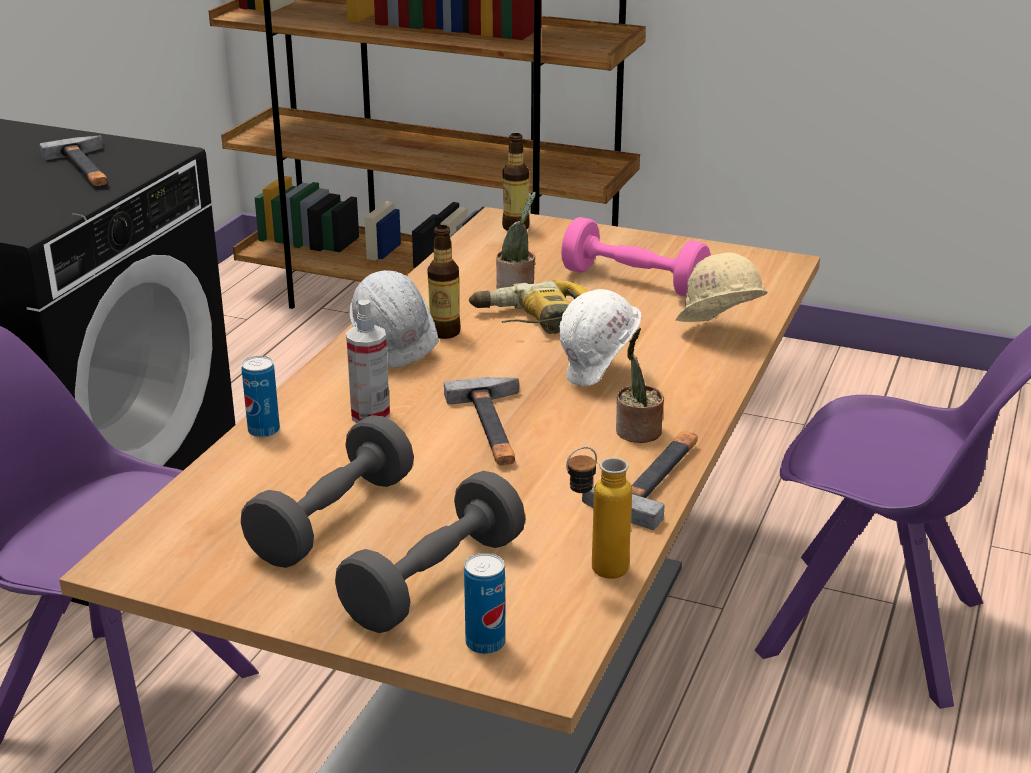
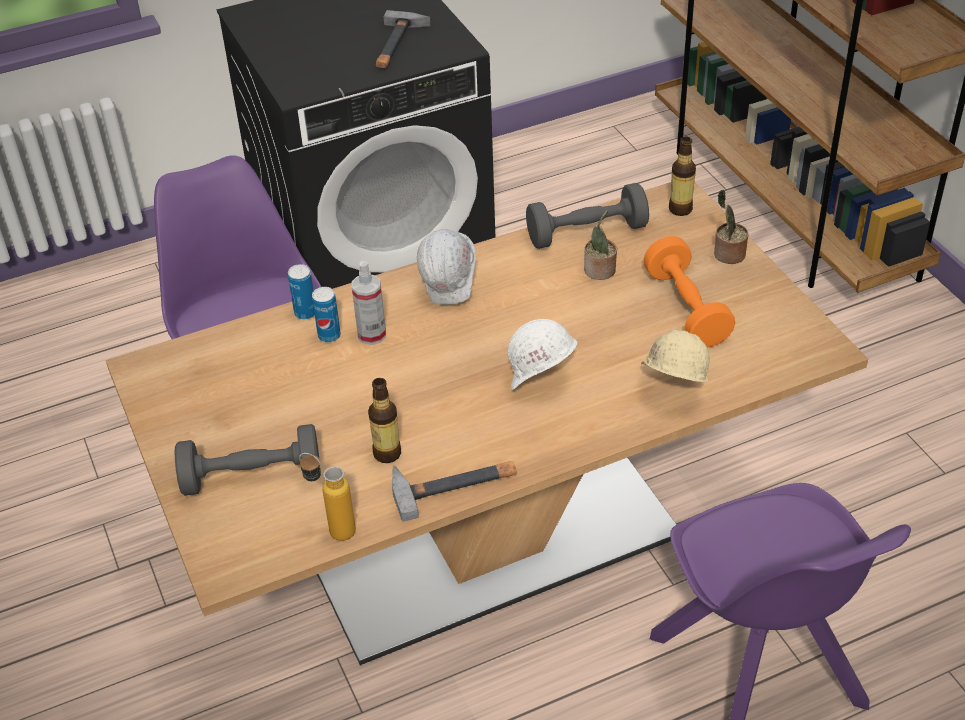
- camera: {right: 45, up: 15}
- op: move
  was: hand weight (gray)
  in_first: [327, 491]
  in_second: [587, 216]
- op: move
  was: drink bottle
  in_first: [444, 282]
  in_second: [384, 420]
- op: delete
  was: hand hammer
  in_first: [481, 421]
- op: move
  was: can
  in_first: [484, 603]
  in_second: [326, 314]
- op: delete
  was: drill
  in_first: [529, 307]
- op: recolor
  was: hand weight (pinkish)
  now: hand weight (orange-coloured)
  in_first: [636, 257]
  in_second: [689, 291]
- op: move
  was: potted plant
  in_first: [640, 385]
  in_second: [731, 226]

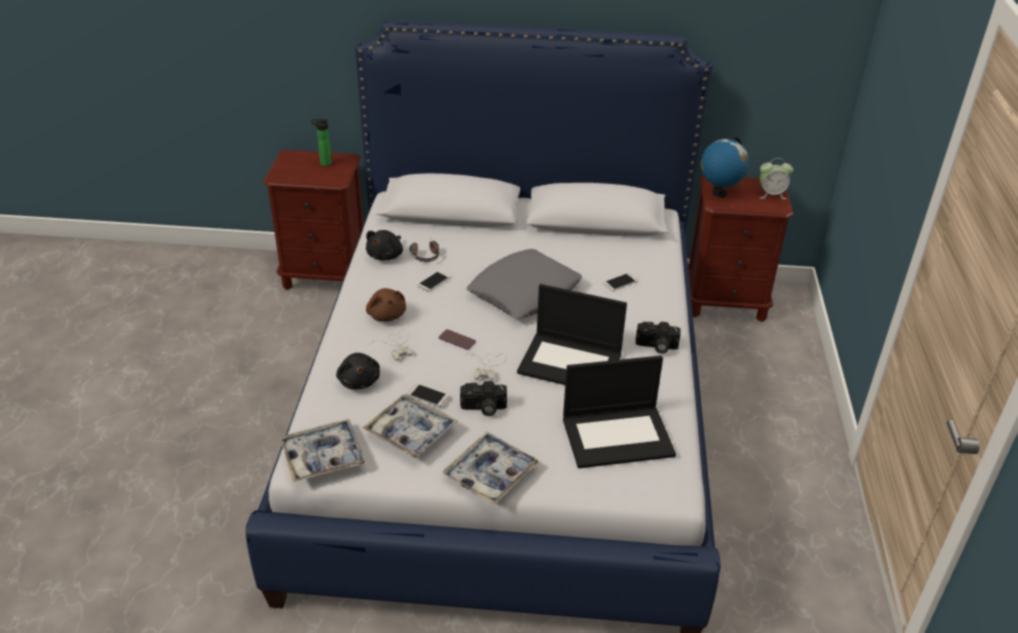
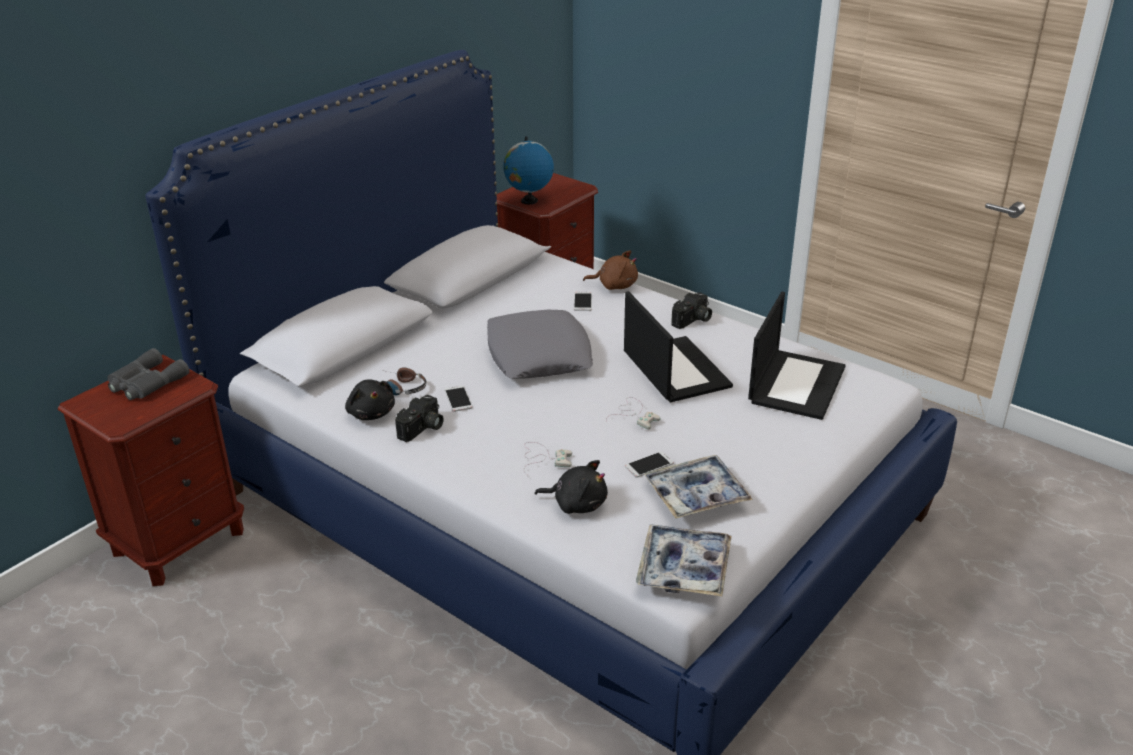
- camera: {right: -55, up: -5}
- op: replace
  was: drink bottle
  now: binoculars (gray)
  in_first: [321, 142]
  in_second: [148, 374]
- op: move
  was: plush toy (brown)
  in_first: [386, 305]
  in_second: [610, 270]
- op: delete
  was: handset
  in_first: [457, 339]
- op: delete
  was: serving tray
  in_first: [491, 468]
- op: move
  was: still camera
  in_first: [483, 398]
  in_second: [419, 418]
- op: rotate
  was: notebook computer
  in_first: [572, 334]
  in_second: [678, 346]
  clockwise: -75
- op: delete
  was: table clock
  in_first: [776, 178]

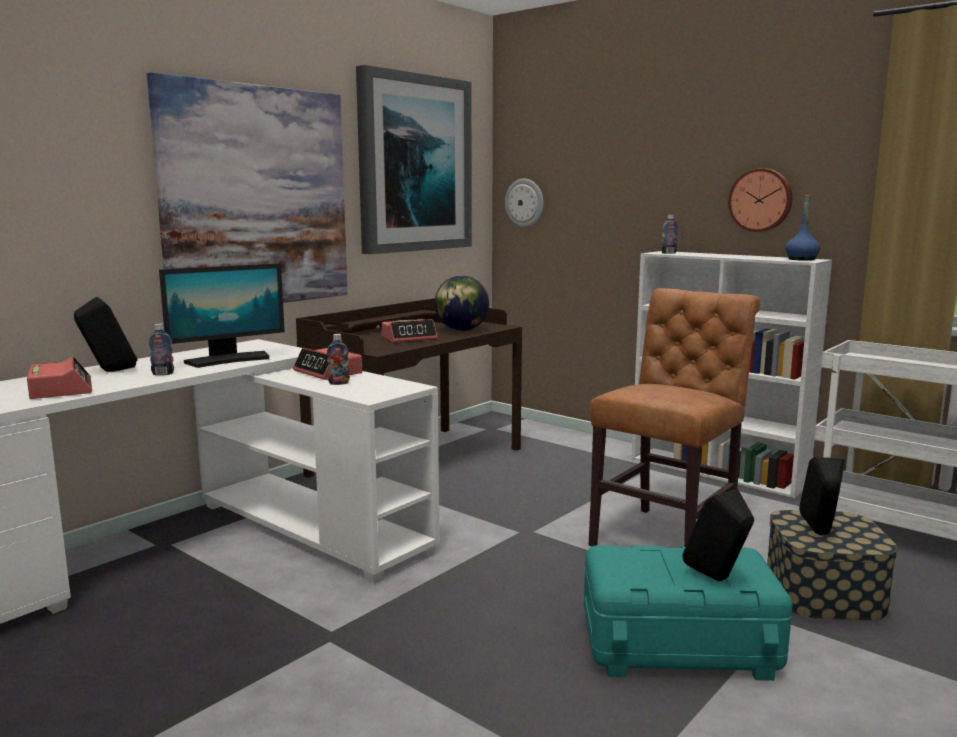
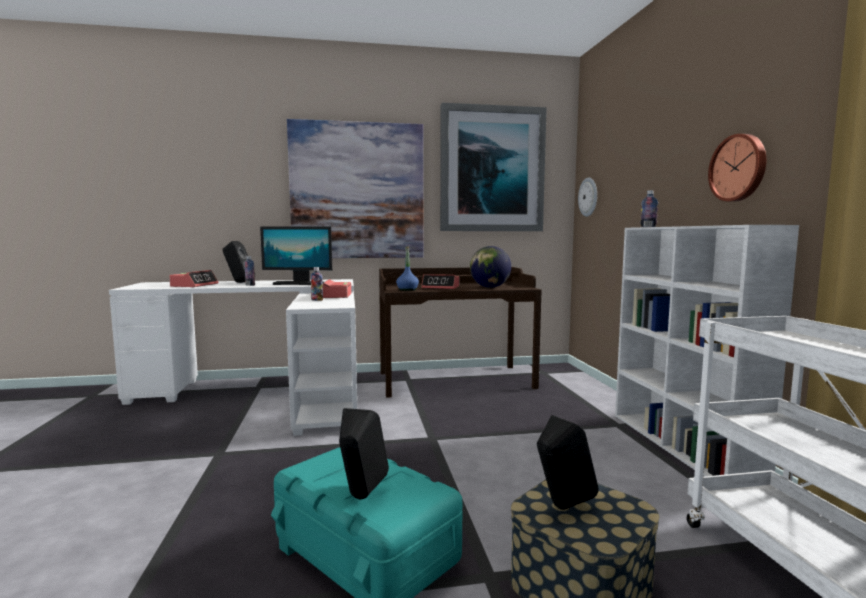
- camera: {right: 40, up: -5}
- op: delete
  was: plain chair (brown)
  in_first: [674, 417]
- op: move
  was: drink bottle (bluish)
  in_first: [803, 228]
  in_second: [407, 269]

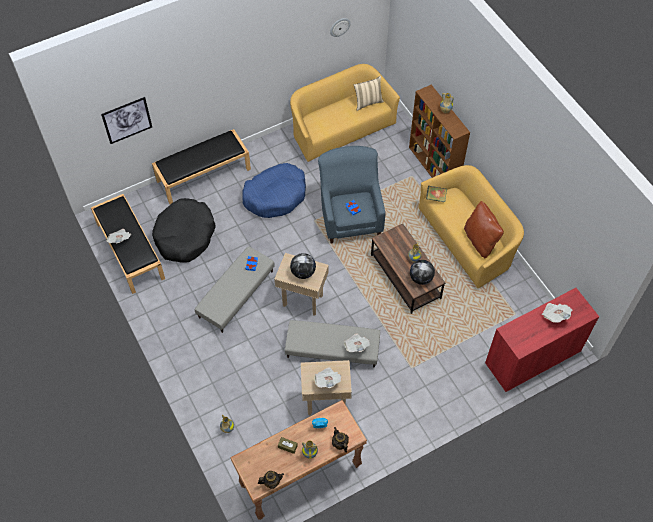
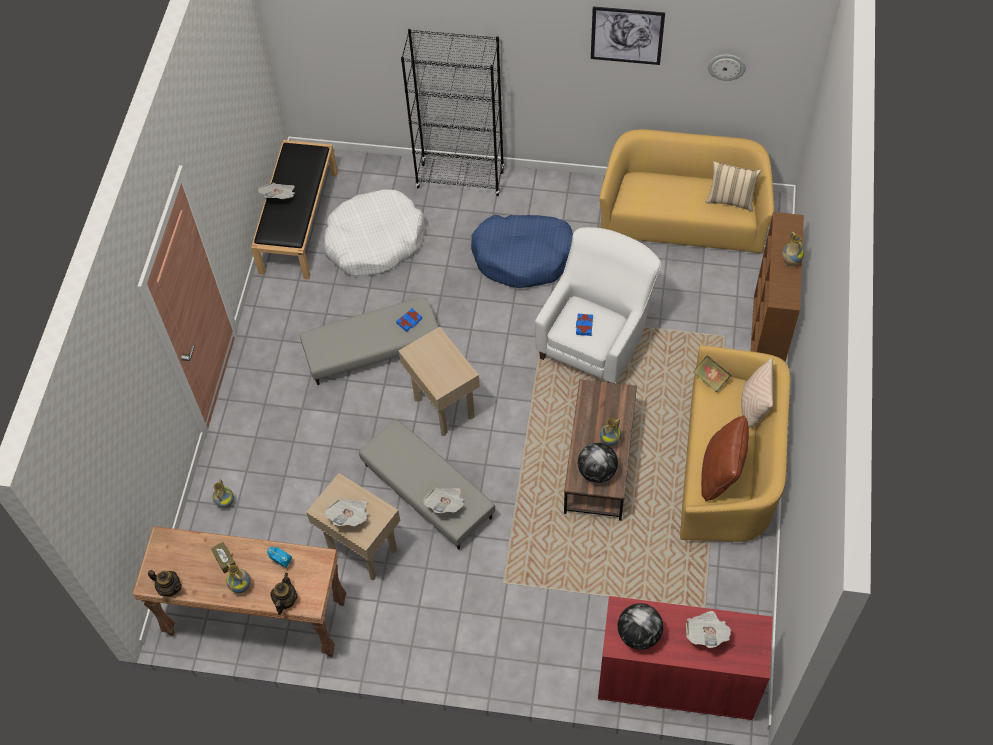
- camera: {right: 40, up: 0}
- op: move
  was: wall art
  in_first: [126, 120]
  in_second: [628, 35]
- op: replace
  was: long seat (black)
  now: bookshelf (black)
  in_first: [201, 166]
  in_second: [452, 112]
- op: recolor
  was: dog cushion (black)
  now: dog cushion (white)
  in_first: [183, 230]
  in_second: [375, 232]
- op: move
  was: desk globe
  in_first: [303, 266]
  in_second: [640, 626]
- op: recolor
  was: easy chair (bluish)
  now: easy chair (white)
  in_first: [352, 194]
  in_second: [598, 305]
- op: insert
  now: throw pillow (beige-coloured)
  in_second: [757, 392]

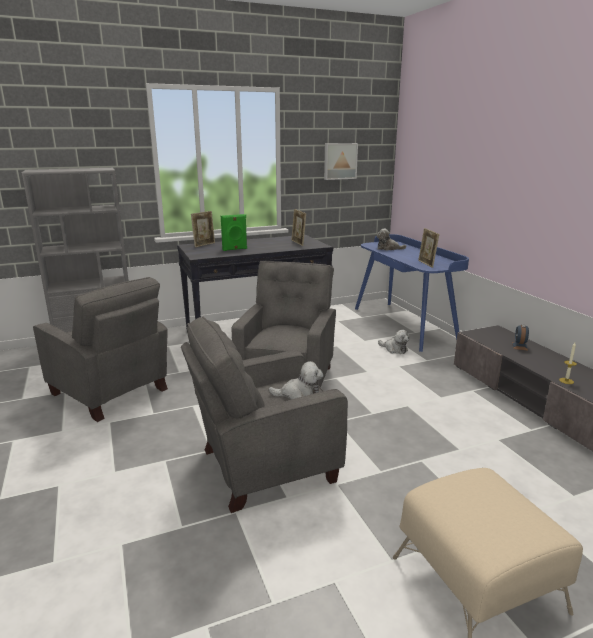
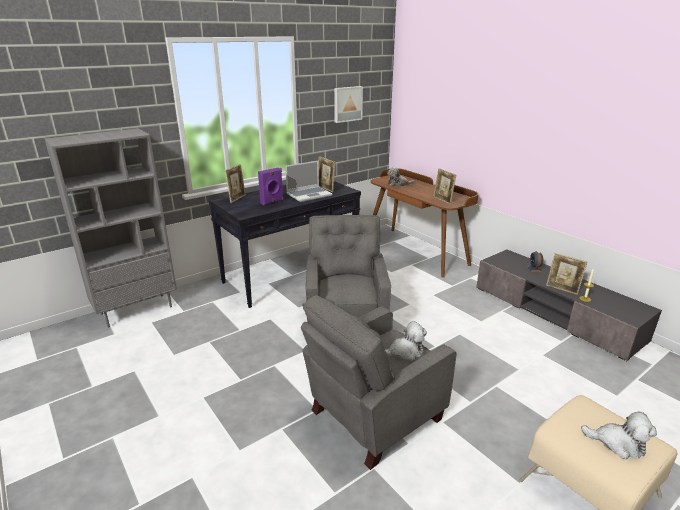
- camera: {right: -15, up: 5}
- op: delete
  was: easy chair (gray)
  in_first: [100, 349]
- op: recolor
  was: loudspeaker (green)
  now: loudspeaker (purple-coloured)
  in_first: [234, 232]
  in_second: [270, 186]
- op: recolor
  was: desk (bluish)
  now: desk (brown)
  in_first: [412, 293]
  in_second: [424, 223]
- op: move
  was: plush toy
  in_first: [394, 342]
  in_second: [619, 435]
- op: insert
  now: notebook computer
  in_second: [308, 181]
- op: insert
  now: standing frame
  in_second: [566, 274]

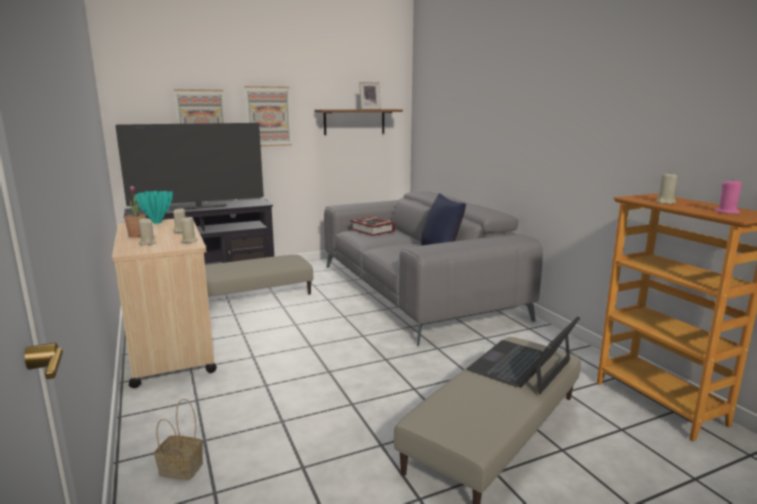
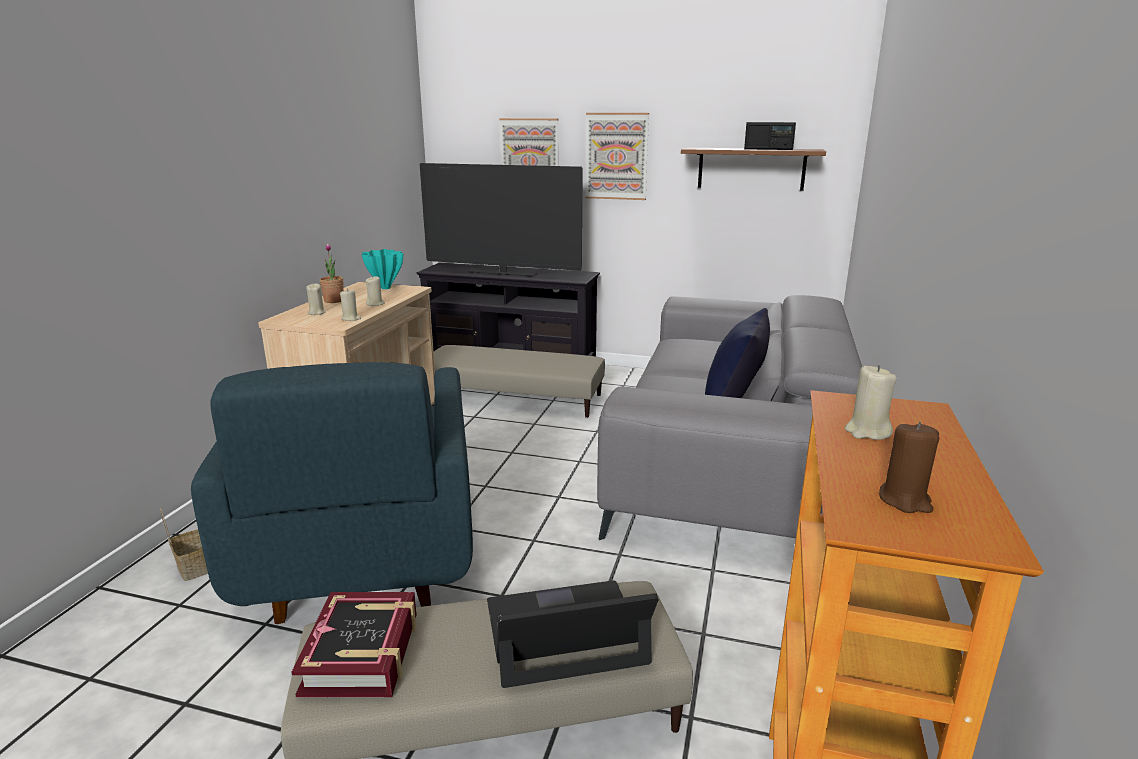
- camera: {right: 40, up: 5}
- op: move
  was: bound book
  in_first: [372, 226]
  in_second: [354, 644]
- op: replace
  was: standing frame
  now: radio set
  in_first: [370, 95]
  in_second: [770, 136]
- op: recolor
  was: wax light (pinkish)
  now: wax light (brown)
  in_first: [728, 196]
  in_second: [909, 467]
- op: insert
  now: easy chair (bluish)
  in_second: [332, 493]

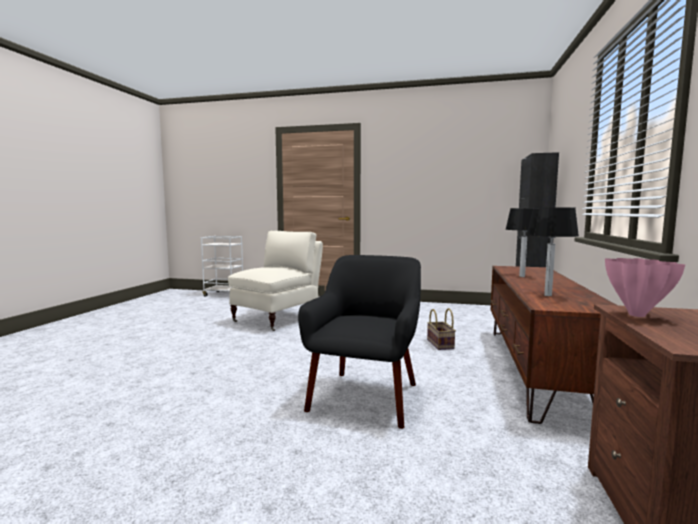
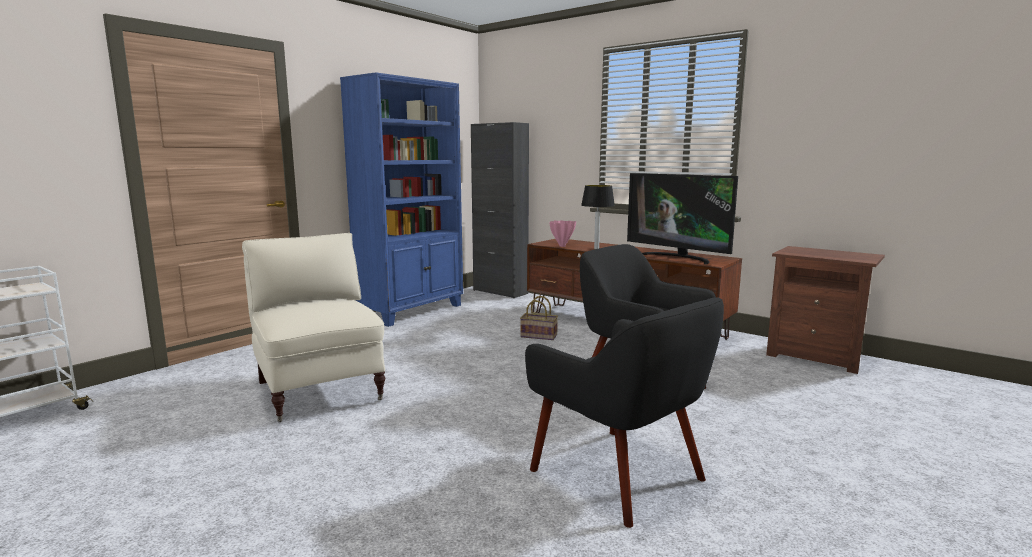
- camera: {right: -65, up: 5}
- op: replace
  was: table lamp
  now: TV
  in_first: [553, 252]
  in_second: [682, 218]
- op: move
  was: flower vase (pinkish)
  in_first: [645, 287]
  in_second: [562, 234]
- op: insert
  now: bookshelf (bluish)
  in_second: [401, 199]
- op: insert
  now: easy chair (black)
  in_second: [624, 412]

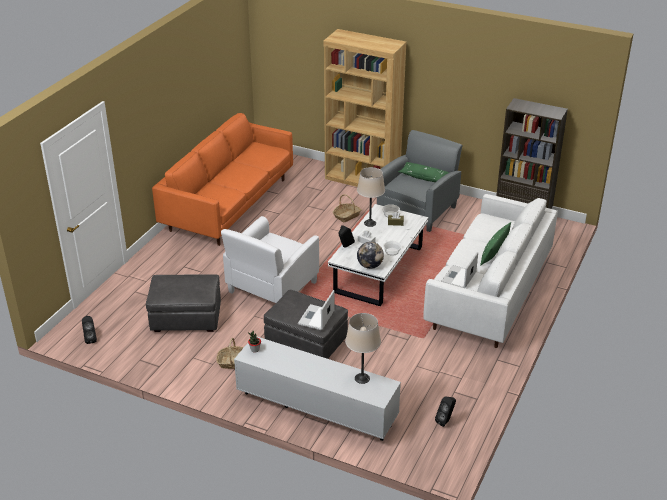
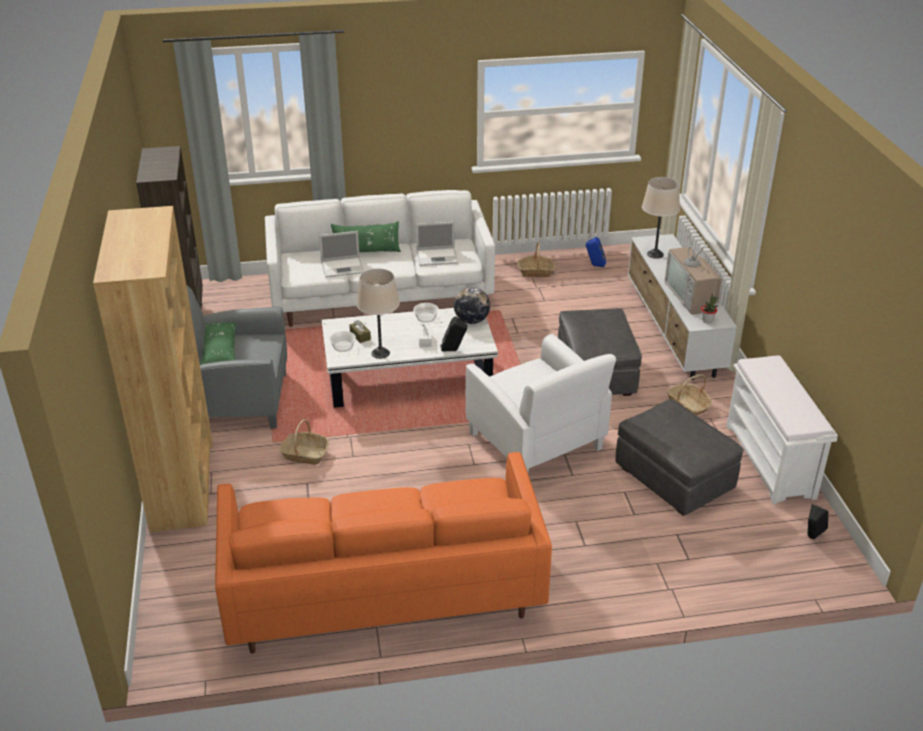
- camera: {right: -125, up: 0}
- op: rotate
  was: easy chair (white)
  in_first: [270, 259]
  in_second: [541, 403]
  clockwise: 60
- op: move
  was: notebook computer
  in_first: [316, 310]
  in_second: [341, 254]
- op: recolor
  was: loudspeaker (black)
  now: loudspeaker (bluish)
  in_first: [445, 411]
  in_second: [596, 252]
- op: insert
  now: basket
  in_second: [536, 259]
- op: insert
  now: TV
  in_second: [693, 269]
- op: insert
  now: long seat (white)
  in_second: [782, 430]

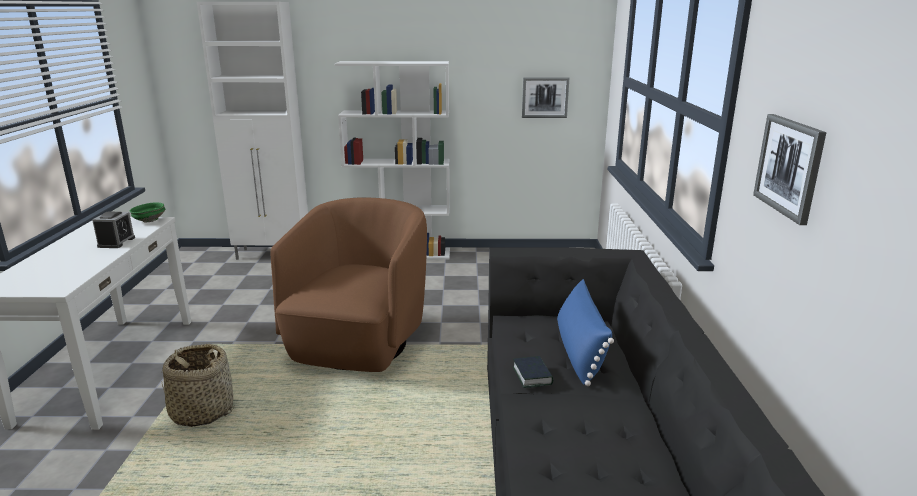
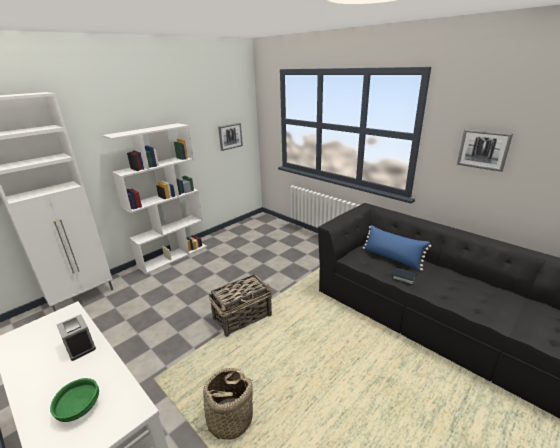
- camera: {right: -45, up: 5}
- op: move
  was: deep dish (green)
  in_first: [147, 213]
  in_second: [74, 400]
- op: replace
  was: easy chair (brown)
  now: basket
  in_first: [349, 285]
  in_second: [240, 305]

